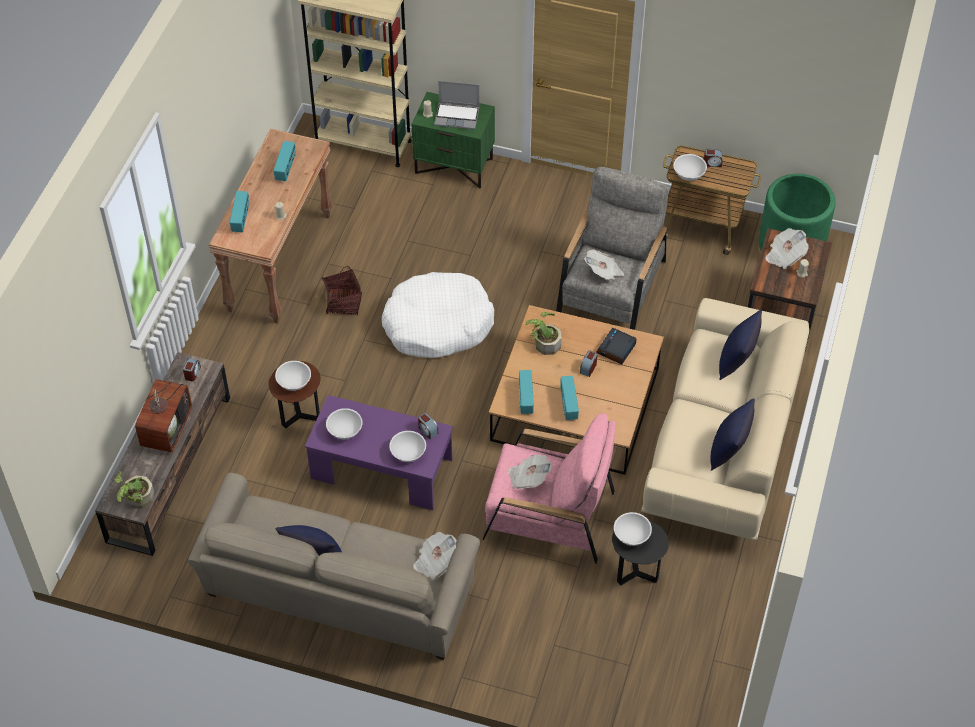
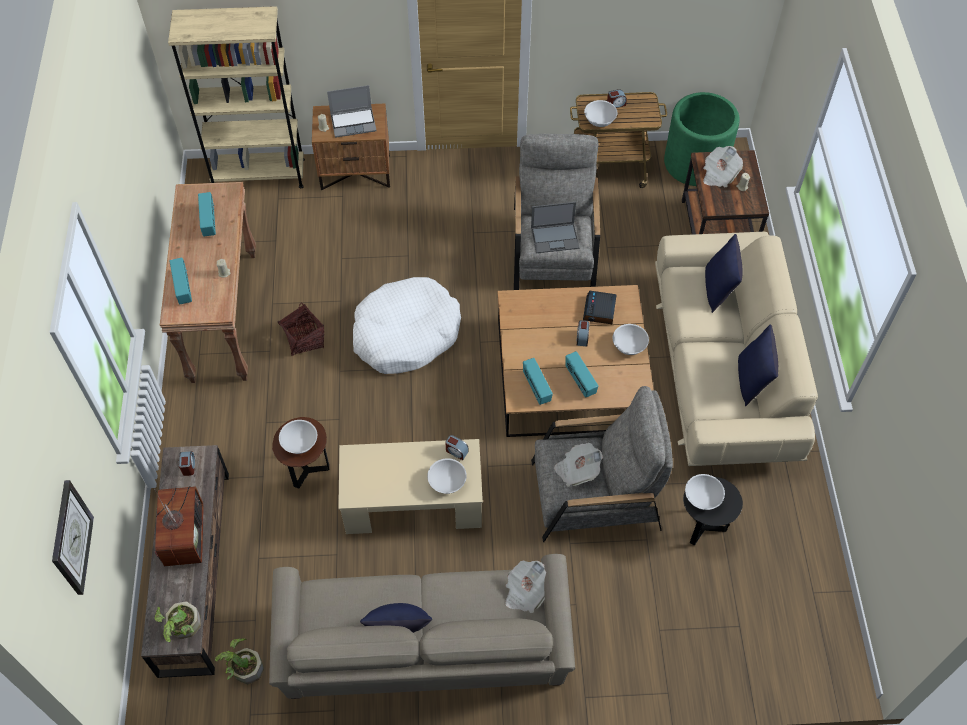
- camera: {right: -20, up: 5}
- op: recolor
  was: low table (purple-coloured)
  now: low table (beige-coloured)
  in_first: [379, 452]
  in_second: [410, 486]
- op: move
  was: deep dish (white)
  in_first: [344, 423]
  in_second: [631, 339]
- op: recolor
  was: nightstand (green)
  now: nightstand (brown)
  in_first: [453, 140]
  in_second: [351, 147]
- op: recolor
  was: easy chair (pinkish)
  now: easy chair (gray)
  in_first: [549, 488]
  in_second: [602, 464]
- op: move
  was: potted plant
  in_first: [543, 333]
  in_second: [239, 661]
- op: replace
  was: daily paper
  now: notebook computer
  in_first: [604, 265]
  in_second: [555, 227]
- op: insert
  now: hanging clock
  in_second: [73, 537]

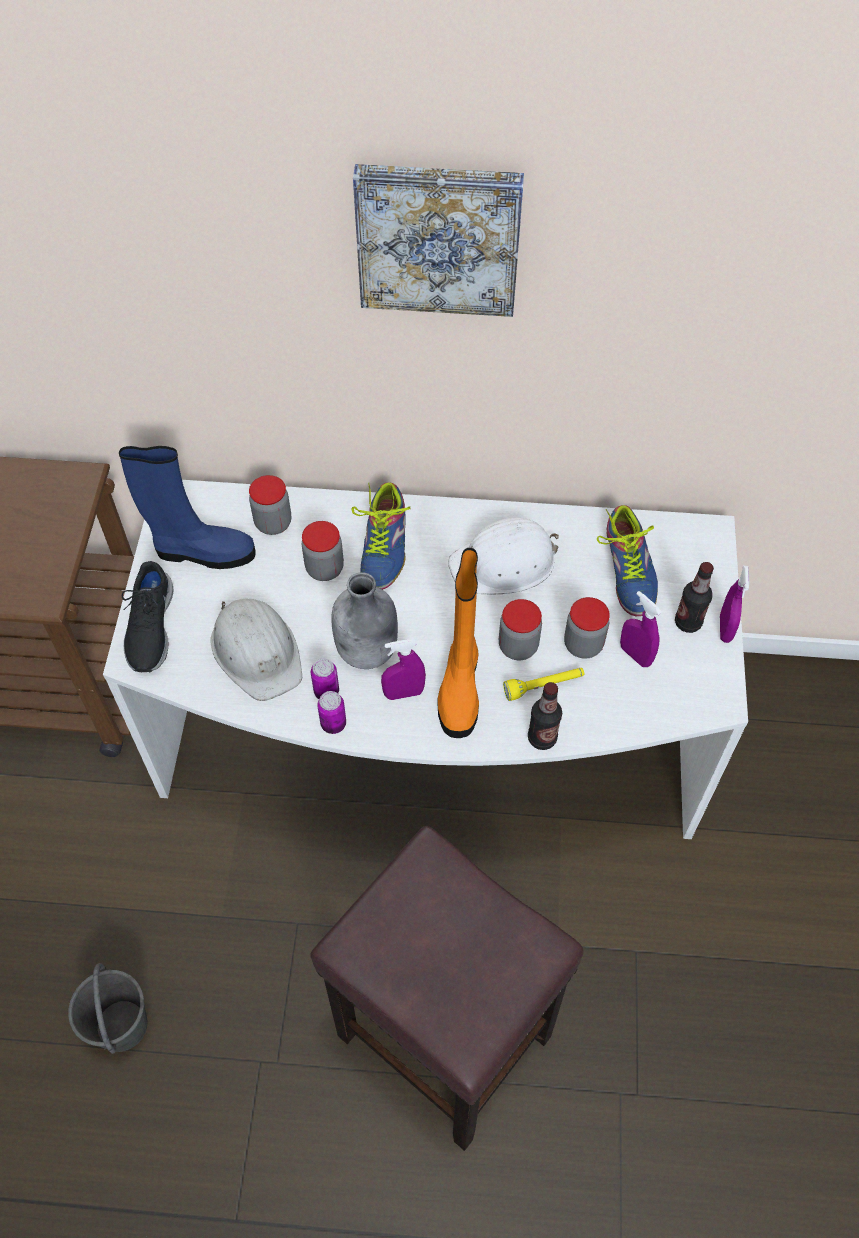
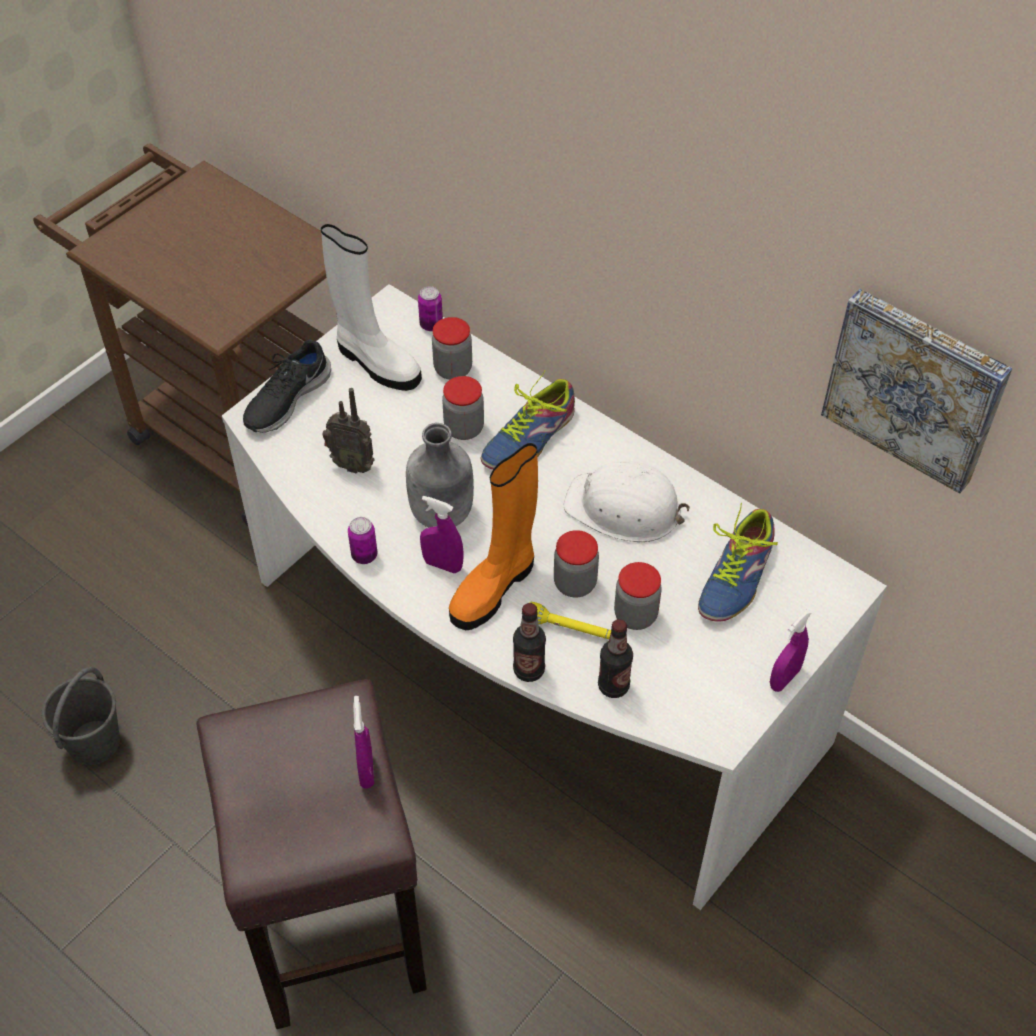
- camera: {right: 35, up: -5}
- op: recolor
  was: boot (bluish)
  now: boot (white)
  in_first: [187, 507]
  in_second: [371, 307]
- op: replace
  was: safety helmet (white)
  now: radio set
  in_first: [256, 650]
  in_second: [348, 431]
- op: move
  was: can
  in_first: [325, 678]
  in_second: [430, 308]
- op: move
  was: wall art
  in_first: [438, 240]
  in_second: [916, 391]
- op: move
  was: hand sprayer (purple-coloured)
  in_first: [641, 629]
  in_second: [363, 742]
- op: move
  was: drink bottle
  in_first: [694, 597]
  in_second: [615, 658]

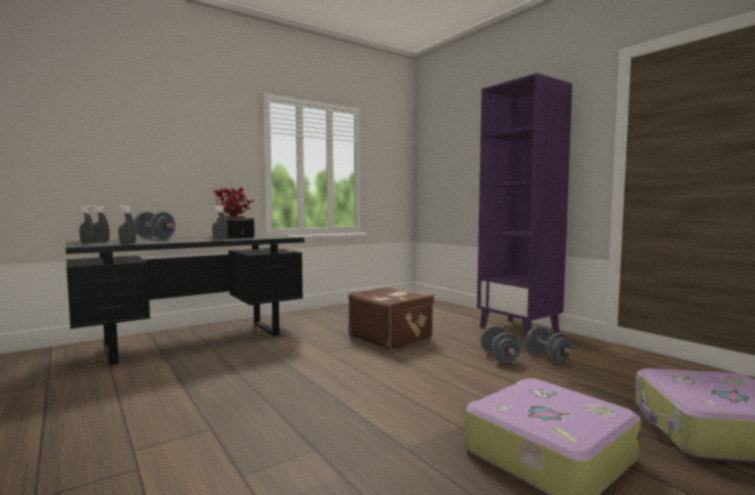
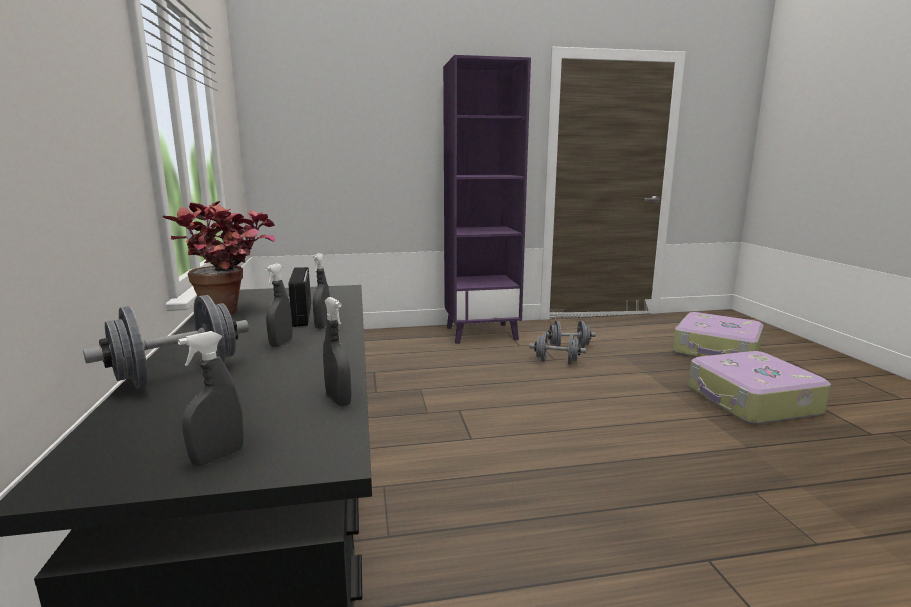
- camera: {right: -65, up: 10}
- op: move
  was: hand sprayer (gray)
  in_first: [100, 223]
  in_second: [279, 305]
- op: delete
  was: piece of luggage (brown)
  in_first: [391, 318]

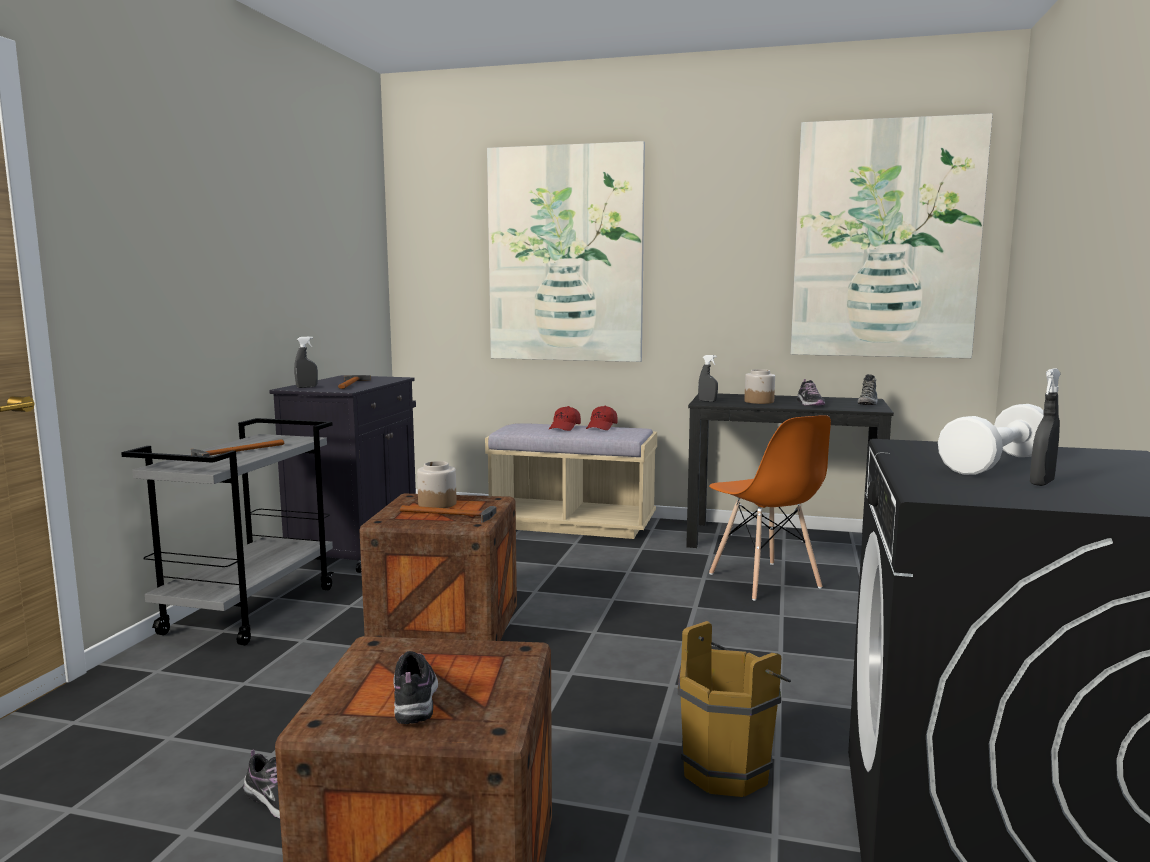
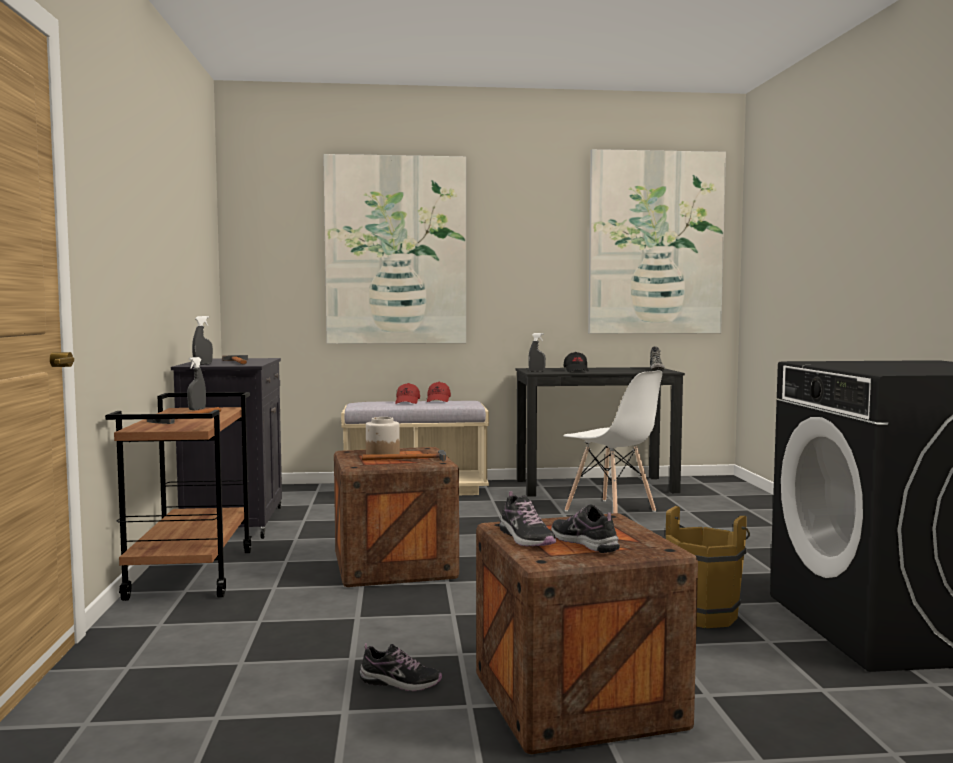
- camera: {right: -20, up: -5}
- op: recolor
  was: cart (gray)
  now: cart (brown)
  in_first: [227, 531]
  in_second: [178, 496]
- op: recolor
  was: plain chair (orange-coloured)
  now: plain chair (white)
  in_first: [770, 508]
  in_second: [613, 441]
- op: replace
  was: jar
  now: peaked cap (black)
  in_first: [760, 386]
  in_second: [576, 362]
- op: move
  was: shoe
  in_first: [811, 392]
  in_second: [527, 518]
- op: delete
  was: hand weight (white)
  in_first: [991, 439]
- op: move
  was: hand sprayer (gray)
  in_first: [1045, 427]
  in_second: [196, 383]

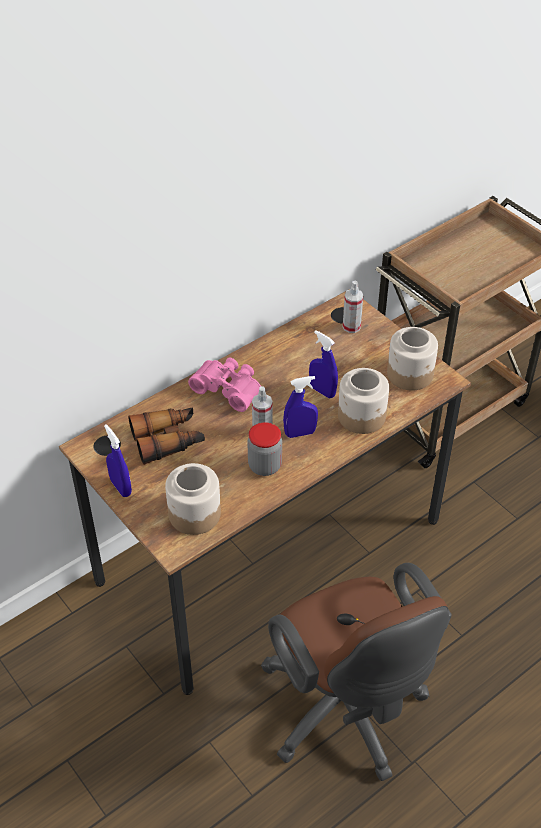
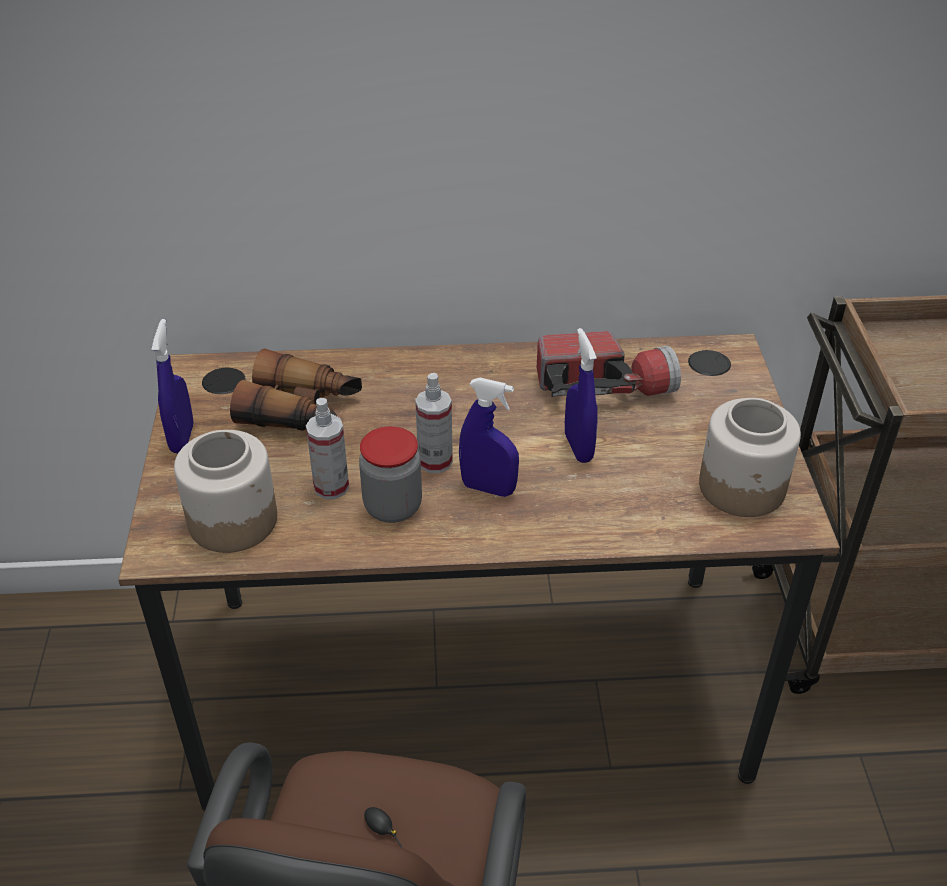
- camera: {right: 35, up: -5}
- op: delete
  was: binoculars (pinkish)
  in_first: [224, 385]
- op: delete
  was: jar
  in_first: [363, 401]
- op: move
  was: hand sprayer
  in_first: [353, 307]
  in_second: [327, 448]
- op: insert
  now: torch
  in_second: [609, 364]

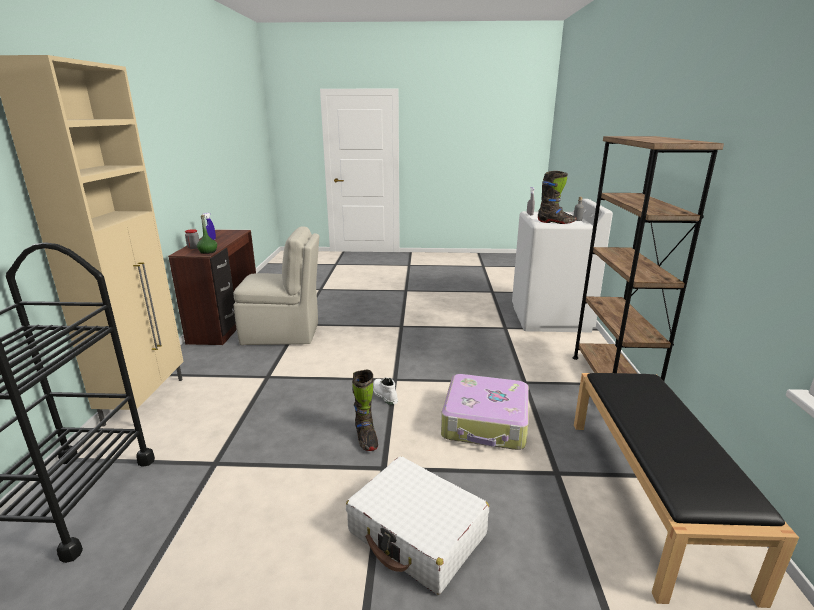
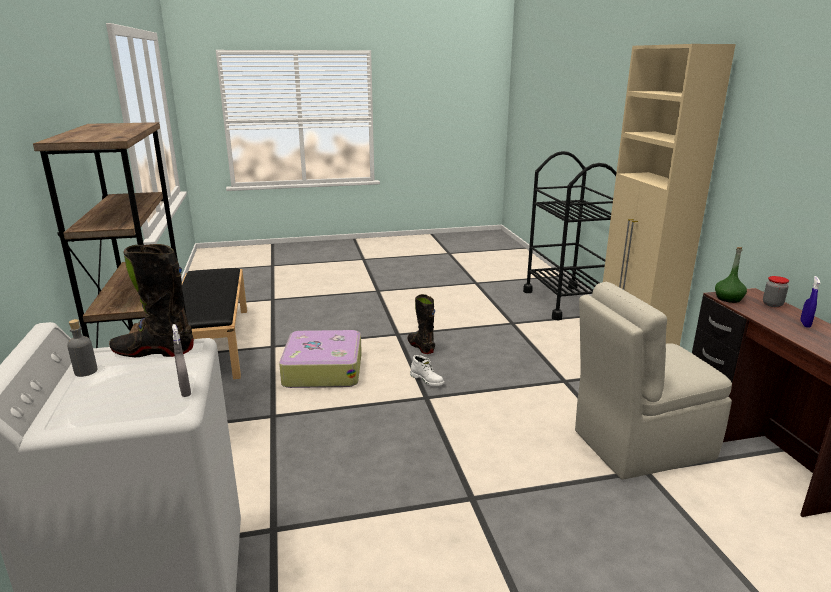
- camera: {right: 165, up: 0}
- op: delete
  was: piece of luggage (white)
  in_first: [417, 525]

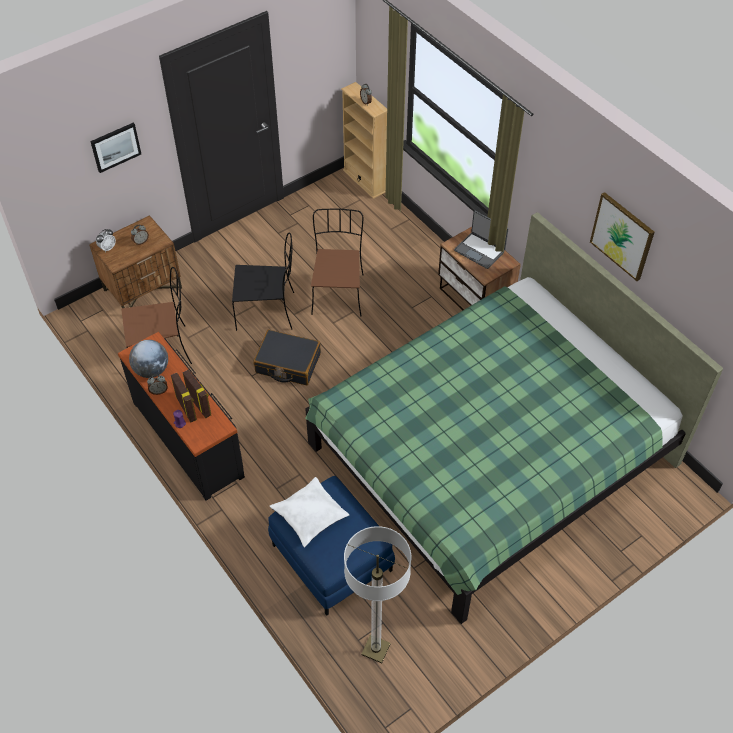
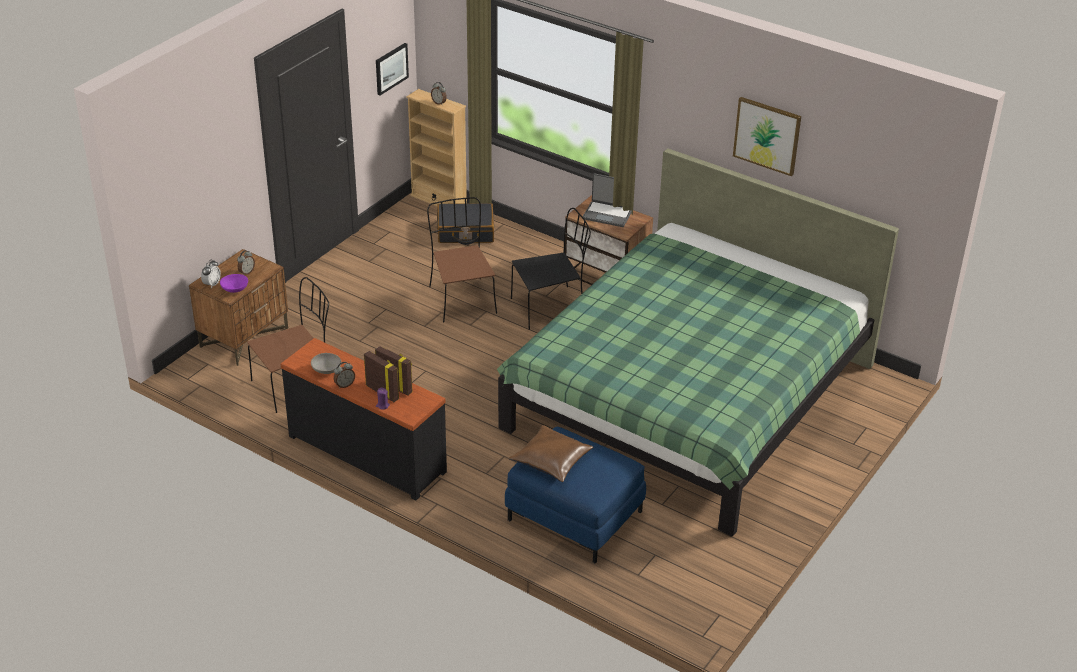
- camera: {right: -20, up: -15}
- op: move
  was: wall art
  in_first: [115, 148]
  in_second: [392, 69]
- op: replace
  was: desk globe
  now: deep dish (gray)
  in_first: [148, 359]
  in_second: [326, 363]
- op: move
  was: plain chair (black)
  in_first: [263, 282]
  in_second: [551, 269]
- op: move
  was: piece of luggage (black)
  in_first: [287, 357]
  in_second: [465, 224]
- op: recolor
  was: throw pillow (white)
  now: throw pillow (brown)
  in_first: [309, 512]
  in_second: [551, 453]
- op: delete
  was: standing lamp
  in_first: [377, 594]
- op: insert
  now: deep dish (purple-coloured)
  in_second: [234, 283]

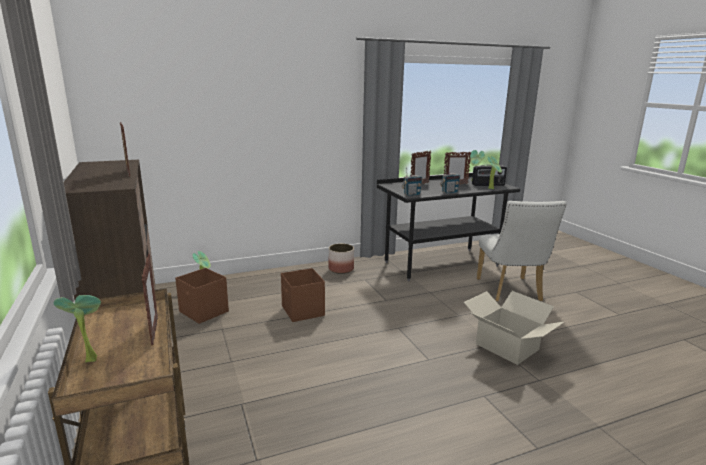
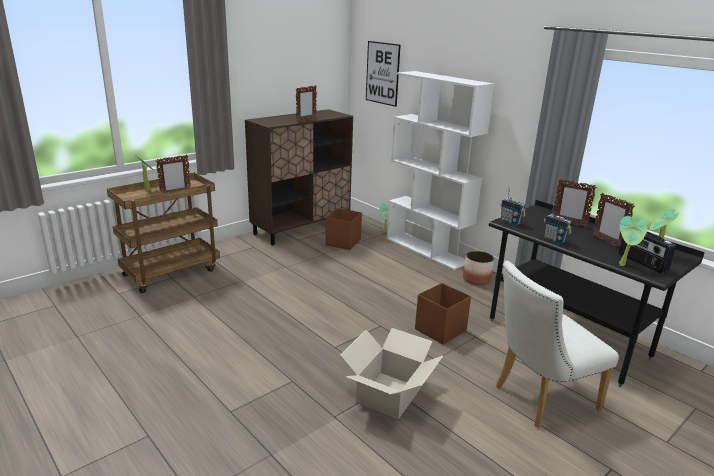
- camera: {right: 70, up: 5}
- op: move
  was: storage box (brown)
  in_first: [303, 295]
  in_second: [443, 313]
- op: insert
  now: wall art
  in_second: [383, 74]
- op: insert
  now: bookshelf (white)
  in_second: [440, 170]

